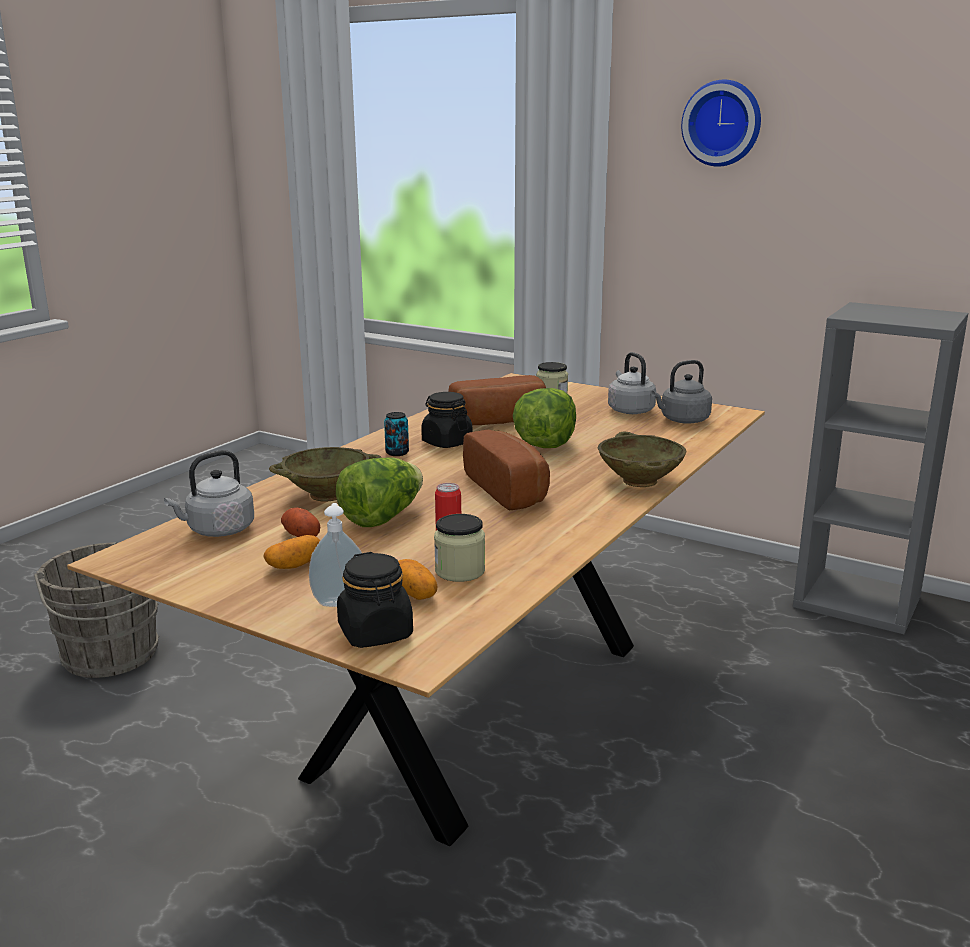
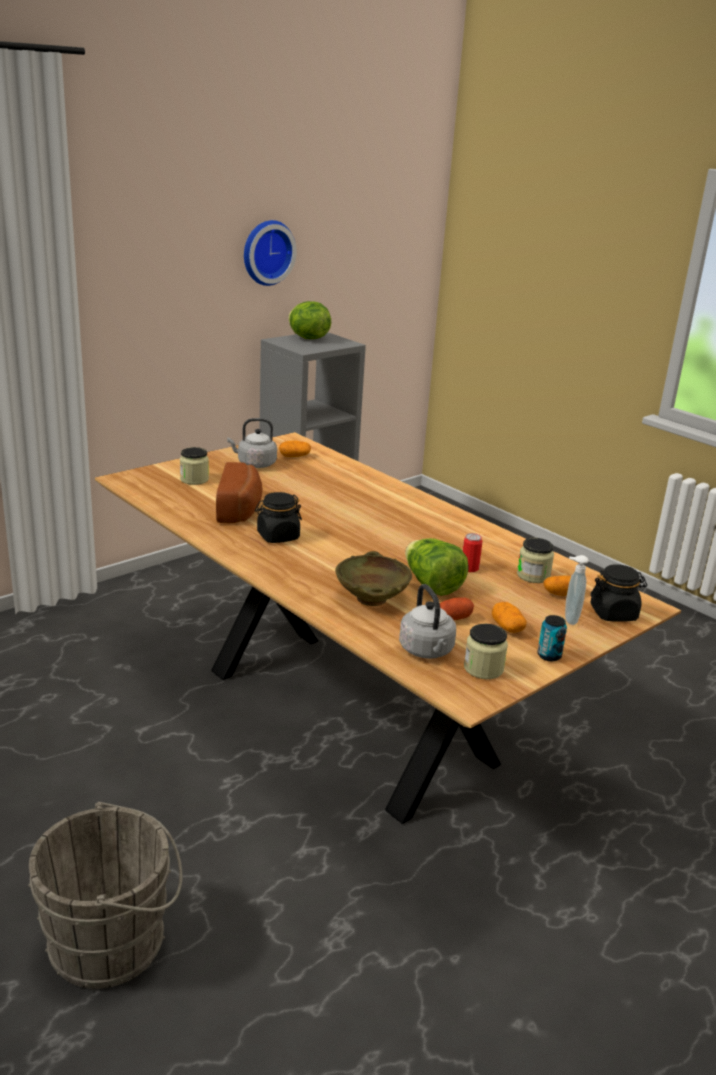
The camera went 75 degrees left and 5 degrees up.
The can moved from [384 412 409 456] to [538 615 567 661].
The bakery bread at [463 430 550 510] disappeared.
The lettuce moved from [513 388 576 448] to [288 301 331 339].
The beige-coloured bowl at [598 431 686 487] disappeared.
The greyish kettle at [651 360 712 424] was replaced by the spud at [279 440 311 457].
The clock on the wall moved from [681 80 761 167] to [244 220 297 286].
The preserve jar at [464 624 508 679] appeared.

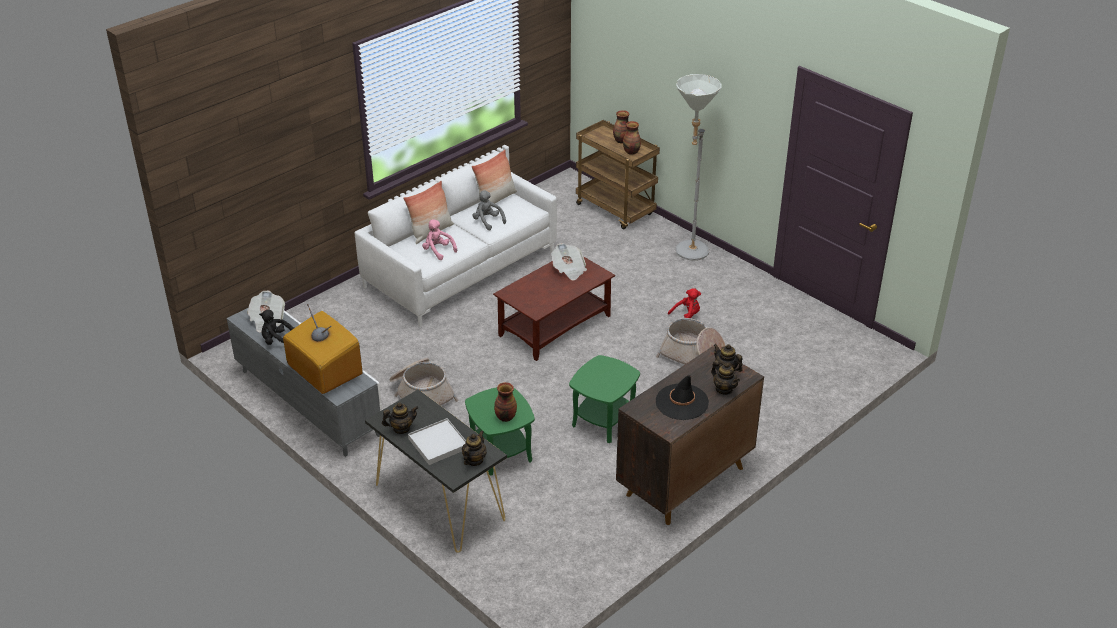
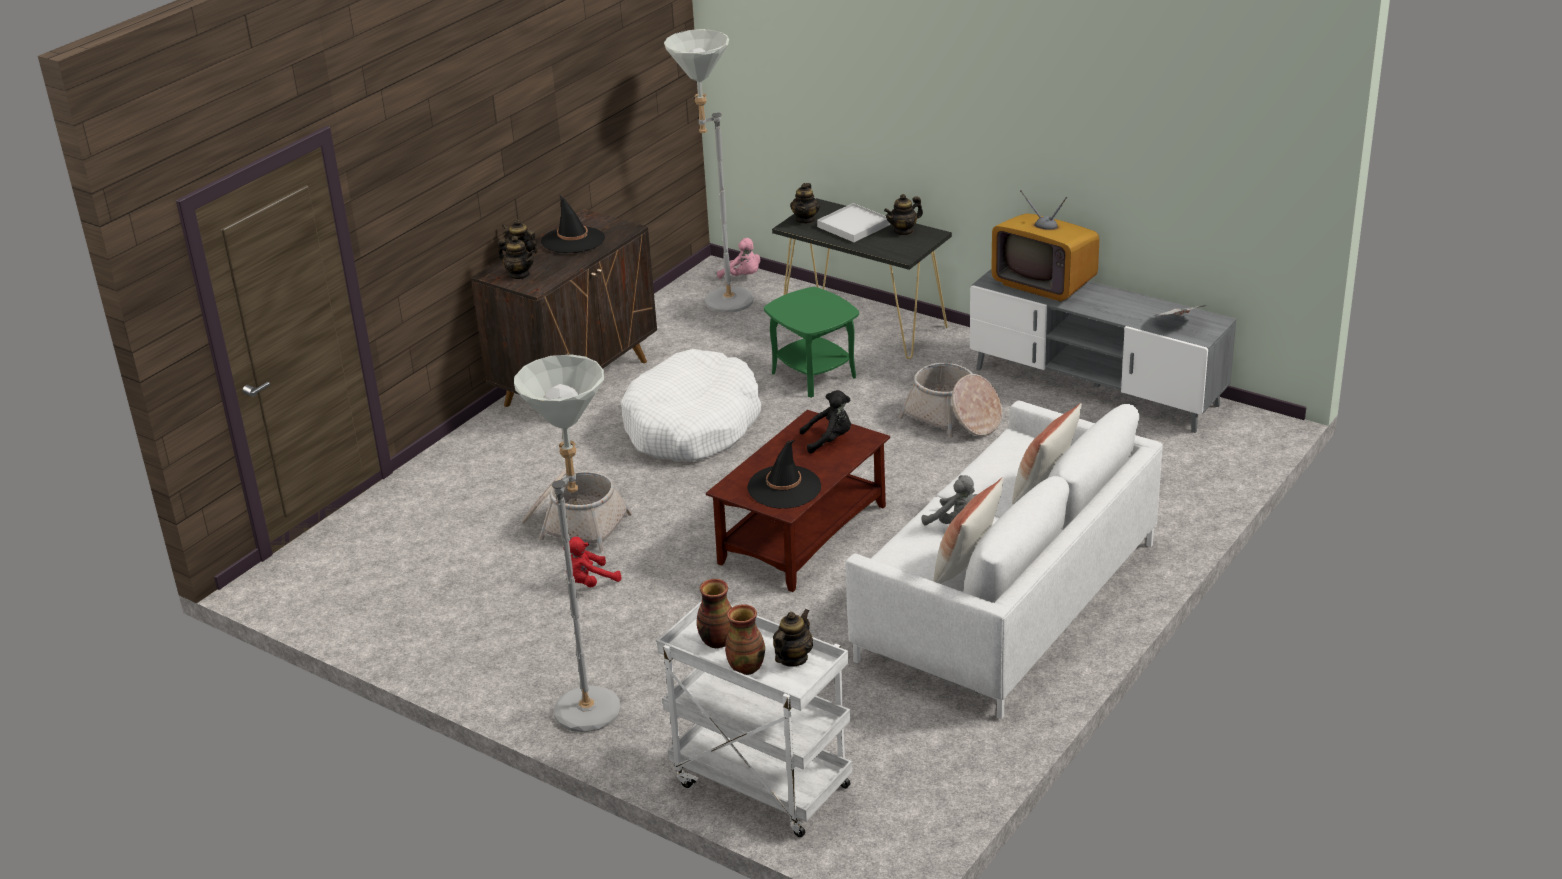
The camera went 170 degrees right and 5 degrees down.
The blackish cuddly toy moved from [259 310 294 345] to [800 390 851 453].
The pinkish cuddly toy moved from [422 219 457 260] to [717 238 760 279].
The vase at [494 382 517 422] disappeared.
The newspaper at [551 243 587 281] was replaced by the blackish wearable hat at [747 440 821 509].
The greenish side table at [569 355 640 443] was replaced by the white dog cushion at [621 349 761 461].
The brown wheeled cart at [576 120 660 229] became the white wheeled cart at [657 601 852 837].
The greyish standing lamp at [664 29 754 313] appeared.
The teapot at [773 609 813 667] appeared.

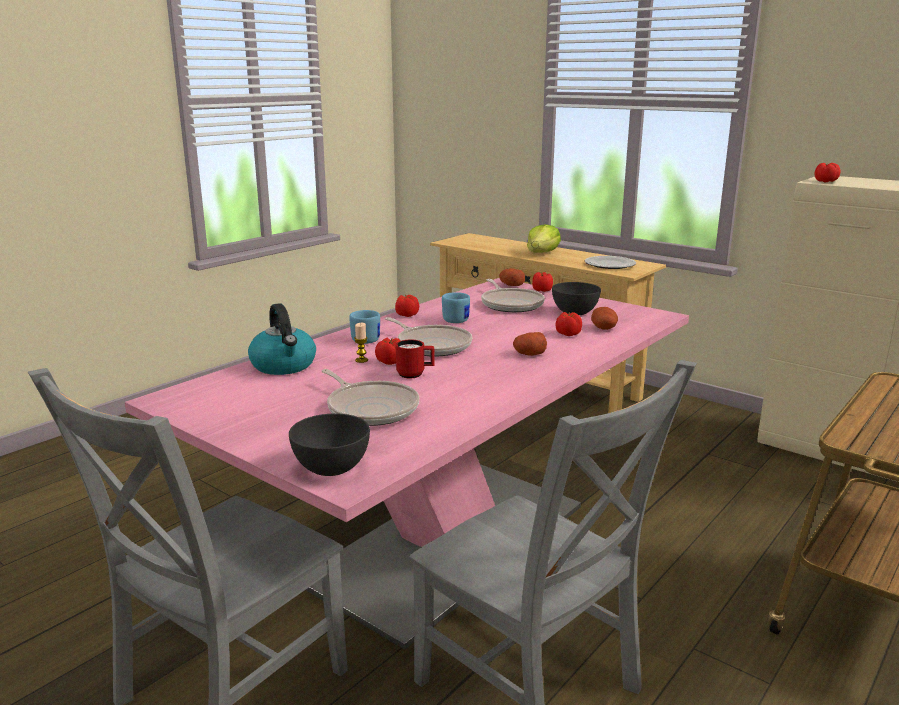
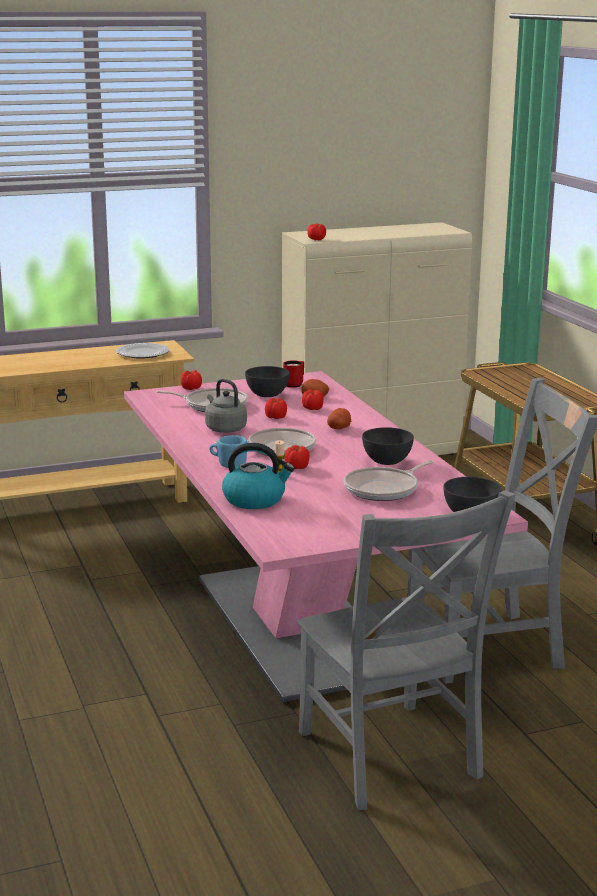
The camera went 60 degrees left and 0 degrees up.
The frying pan at [321 369 419 426] turned 150 degrees clockwise.
The tomato moved from [395 295 419 317] to [265 398 287 419].
The red mug moved from [396 340 434 379] to [283 360 304 388].
The blue mug at [442 292 470 323] was replaced by the greyish kettle at [205 379 247 433].
The spud at [499 268 525 286] disappeared.
The lettuce at [527 224 561 253] disappeared.
The greyish bowl at [362 427 414 465] appeared.

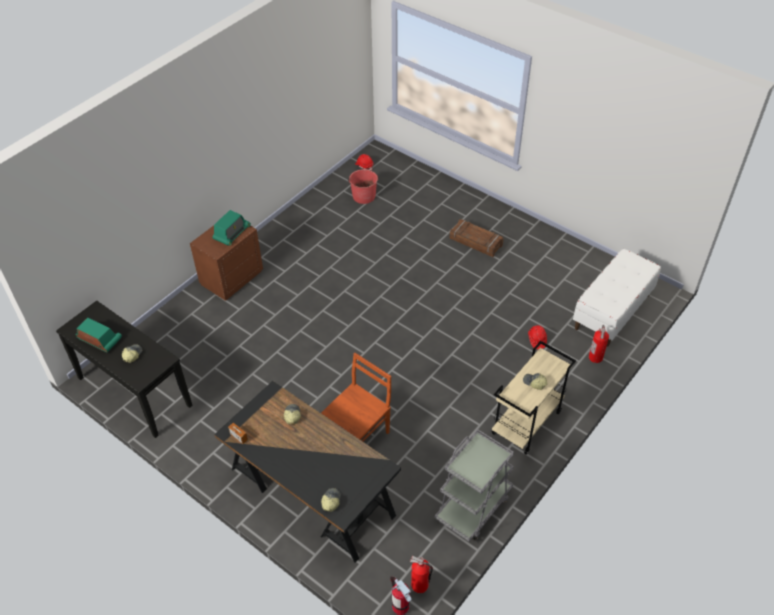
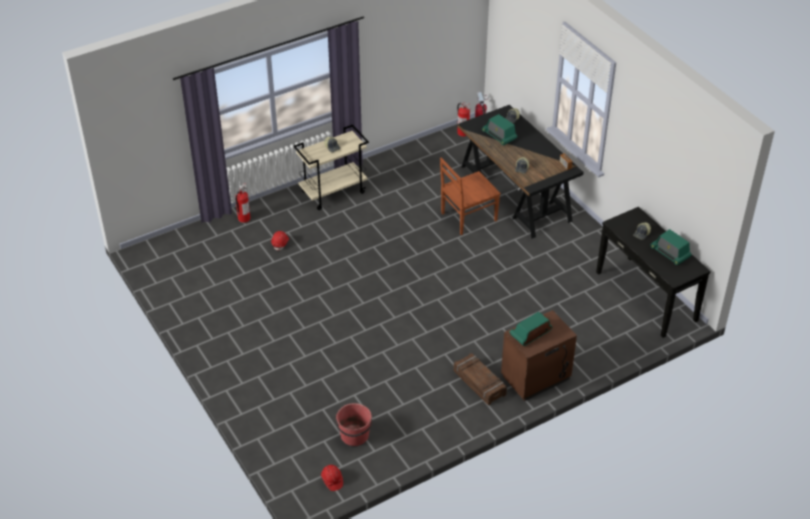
The camera went 160 degrees left and 5 degrees down.
The greyish wheeled cart at [435 429 514 542] disappeared.
The shipping crate moved from [449 219 504 257] to [453 353 507 405].
The white long seat at [573 248 661 347] disappeared.
The radio receiver at [482 114 517 145] appeared.

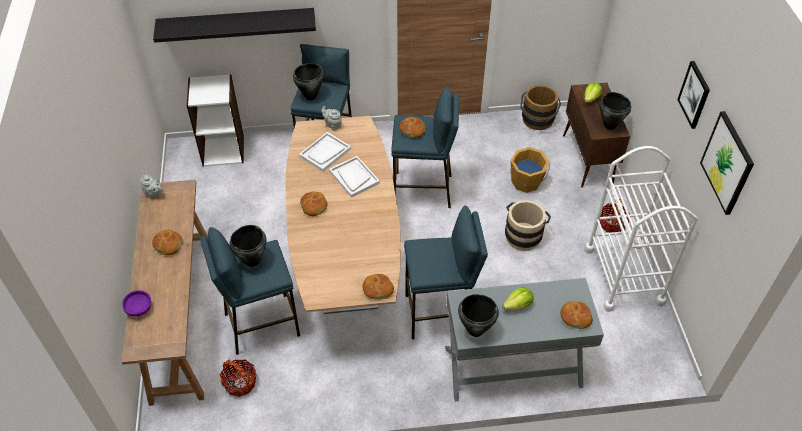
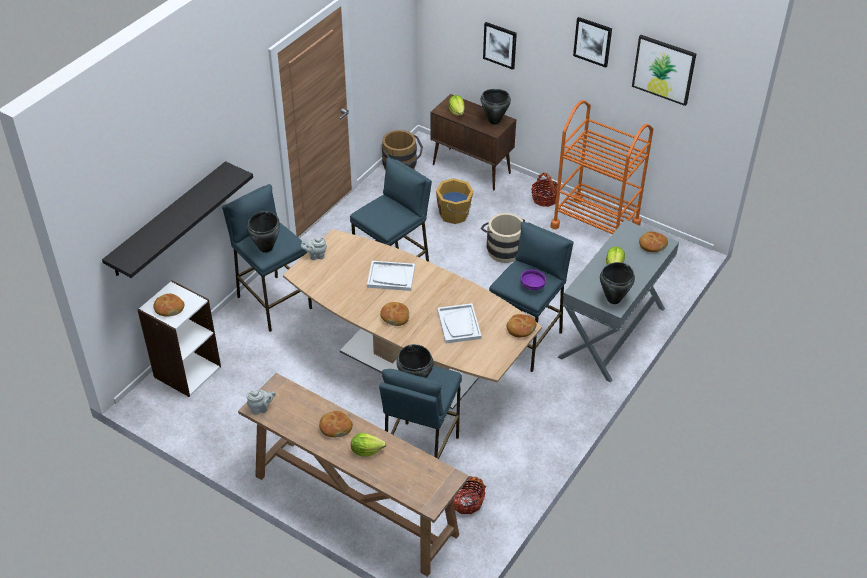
The camera went 50 degrees left and 5 degrees down.
The purplish bowl moved from [122 290 151 317] to [521 270 546 290].
The white carrying tray moved from [299 132 351 172] to [437 303 482 343].
The bakery bread moved from [400 117 425 138] to [153 294 185 317].
The white wheeled cart at [584 146 698 312] became the orangey wheeled cart at [550 100 653 234].
The lettuce at [351 433 386 457] appeared.
The wall art at [483 22 517 70] appeared.

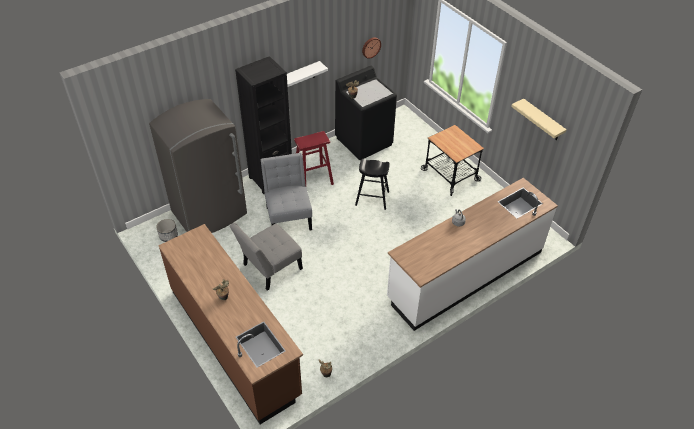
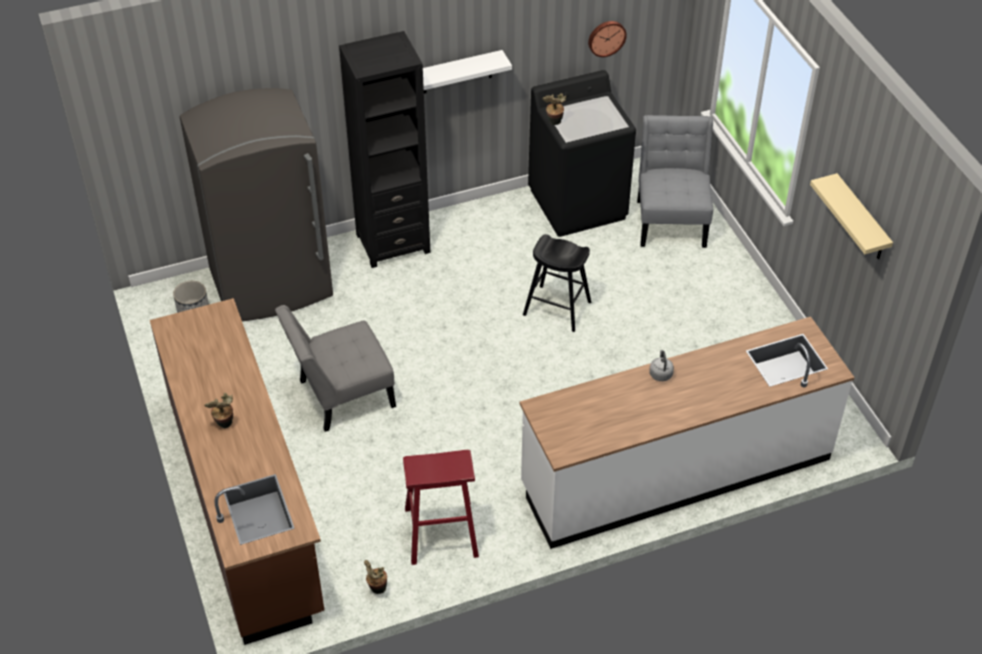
The camera went 15 degrees right and 0 degrees up.
The greyish plain chair moved from [261 153 312 231] to [637 115 713 248].
The red stool seat moved from [294 131 334 185] to [403 450 479 565].
The wheeled cart at [421 125 484 196] disappeared.

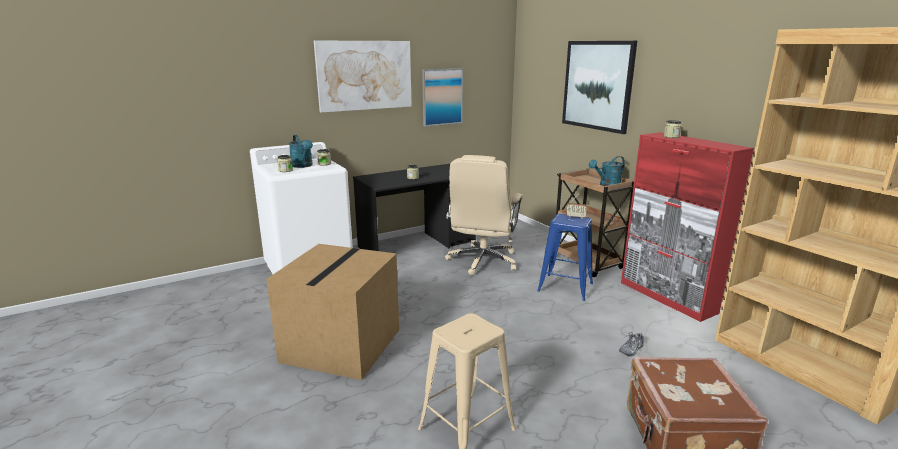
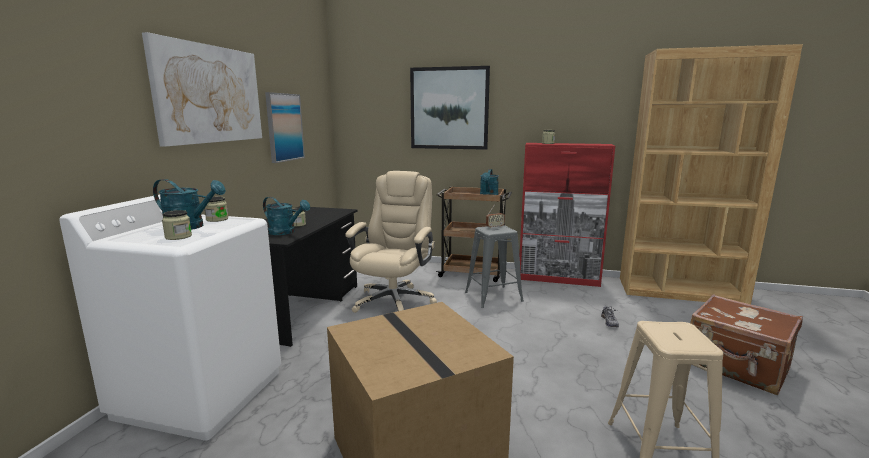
The camera went 45 degrees left and 5 degrees down.
The beige-coloured desk chair at [445 155 523 275] turned 135 degrees counterclockwise.
The blue stool seat at [537 214 593 301] became the greyish stool seat at [465 225 524 308].
The turquoise-coloured watering pot at [263 197 310 235] appeared.

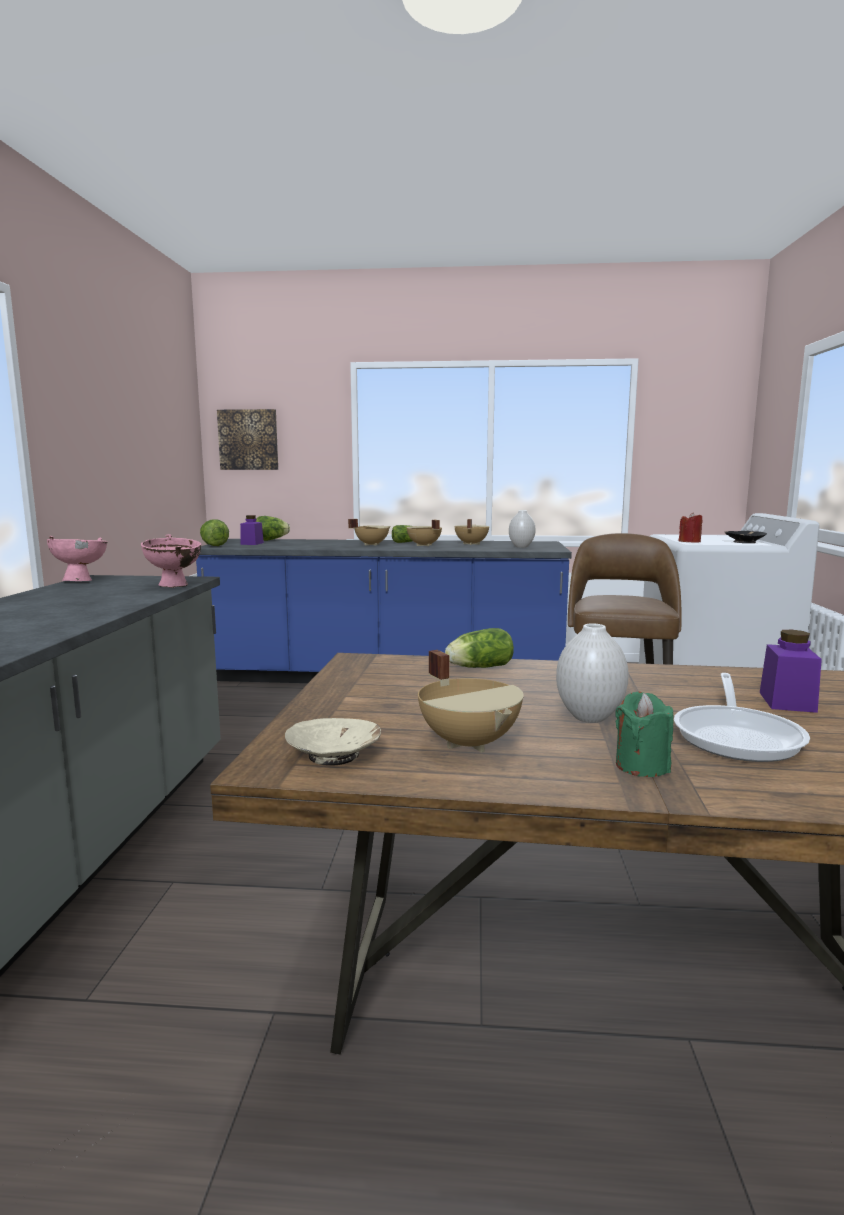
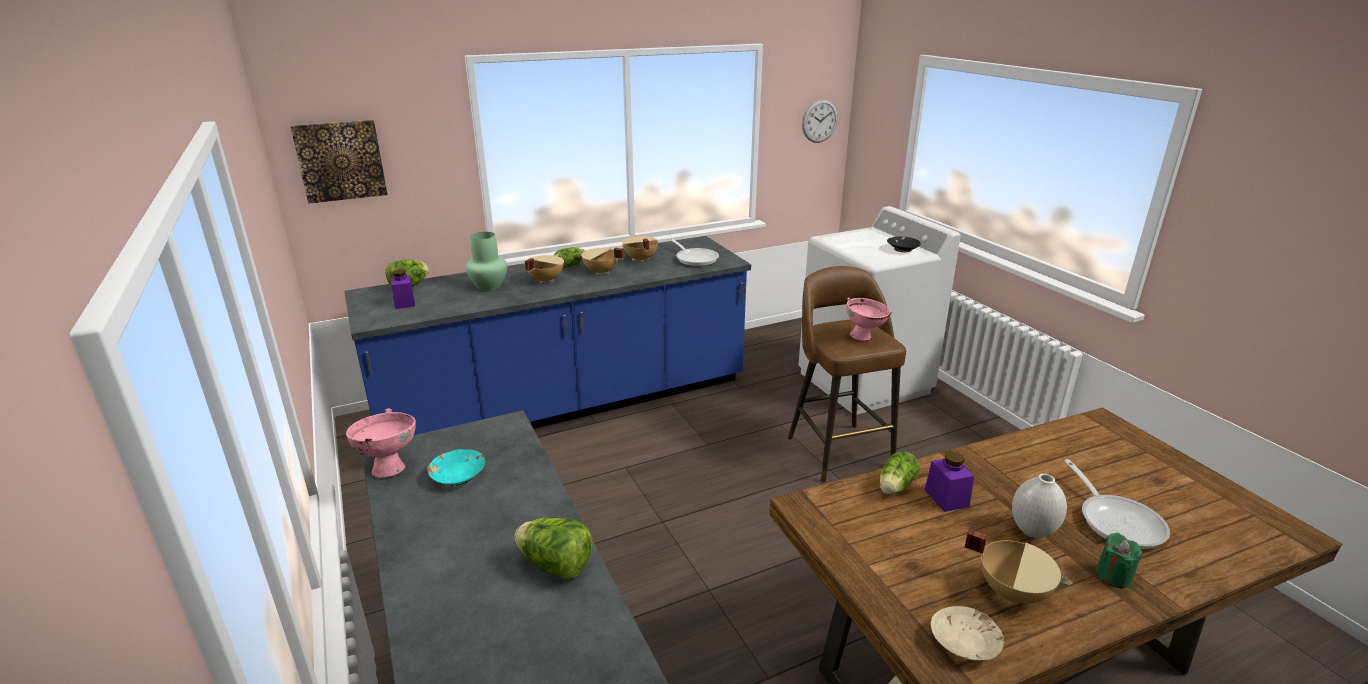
The camera went 30 degrees left and 15 degrees up.
The pinkish bowl moved from [141 534 201 588] to [847 297 892 341].
The lettuce moved from [200 520 229 546] to [514 517 592 580].
The white vase at [509 510 536 548] was replaced by the frying pan at [668 238 719 266].
The red wax light at [679 512 703 543] disappeared.
The purplish preserve jar moved from [760 630 822 713] to [925 452 974 512].
The turquoise-coloured bowl at [427 449 485 486] appeared.
The greenish vase at [466 232 507 291] appeared.
The clock on the wall at [802 99 838 143] appeared.

